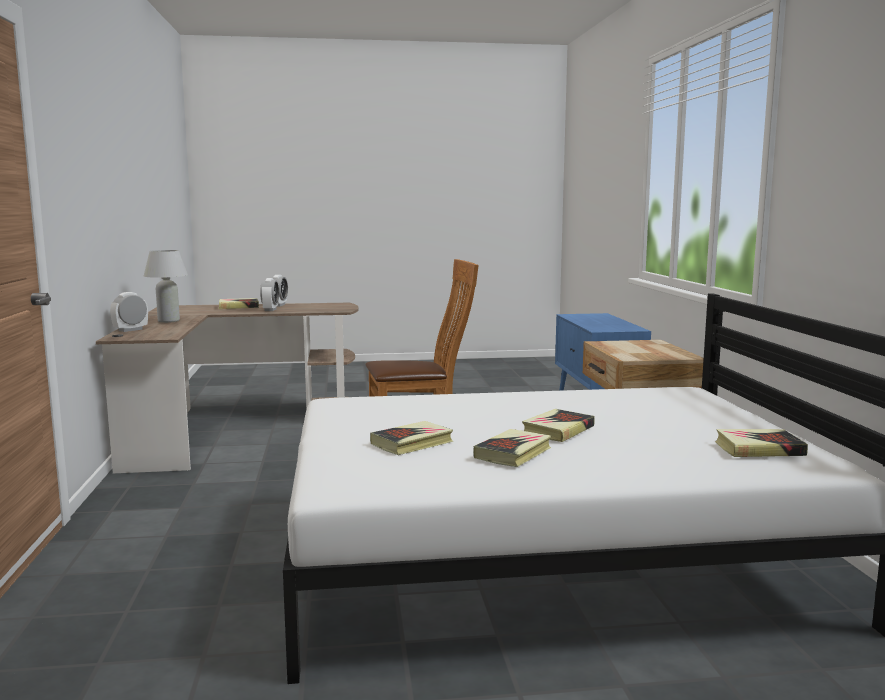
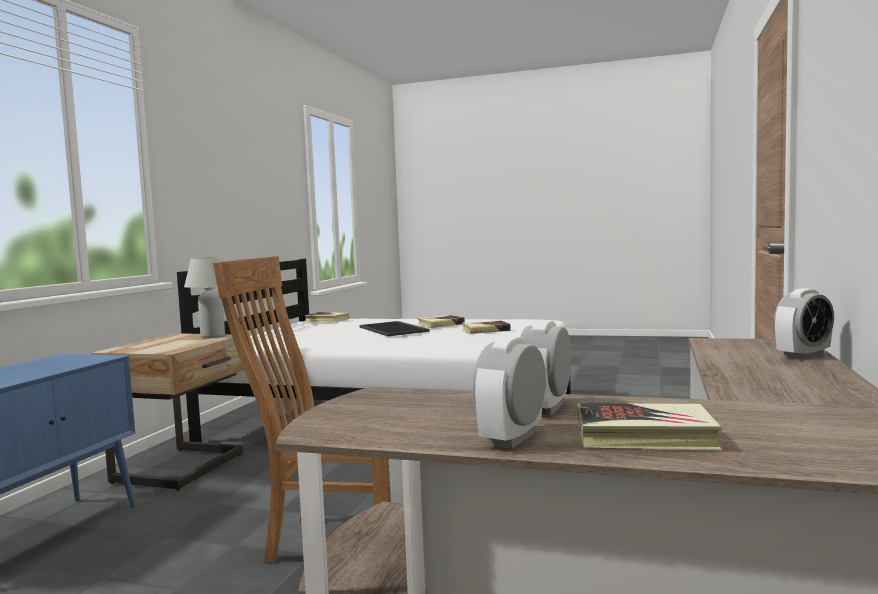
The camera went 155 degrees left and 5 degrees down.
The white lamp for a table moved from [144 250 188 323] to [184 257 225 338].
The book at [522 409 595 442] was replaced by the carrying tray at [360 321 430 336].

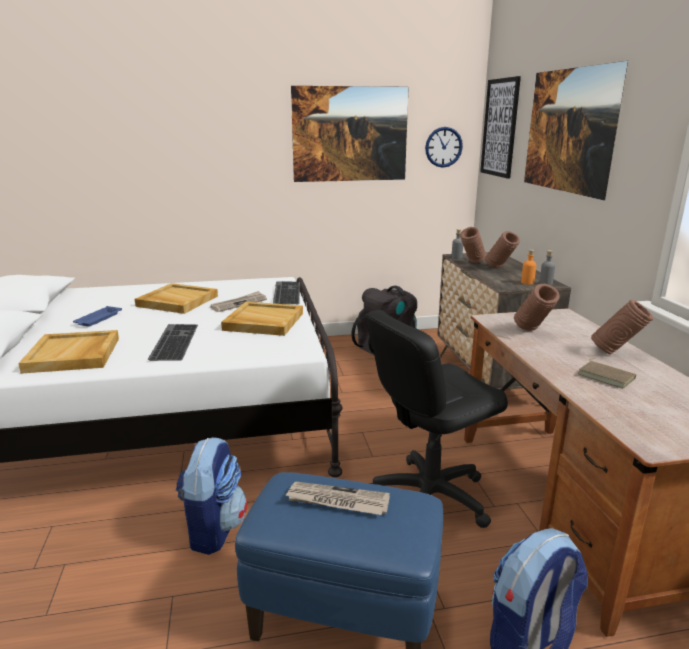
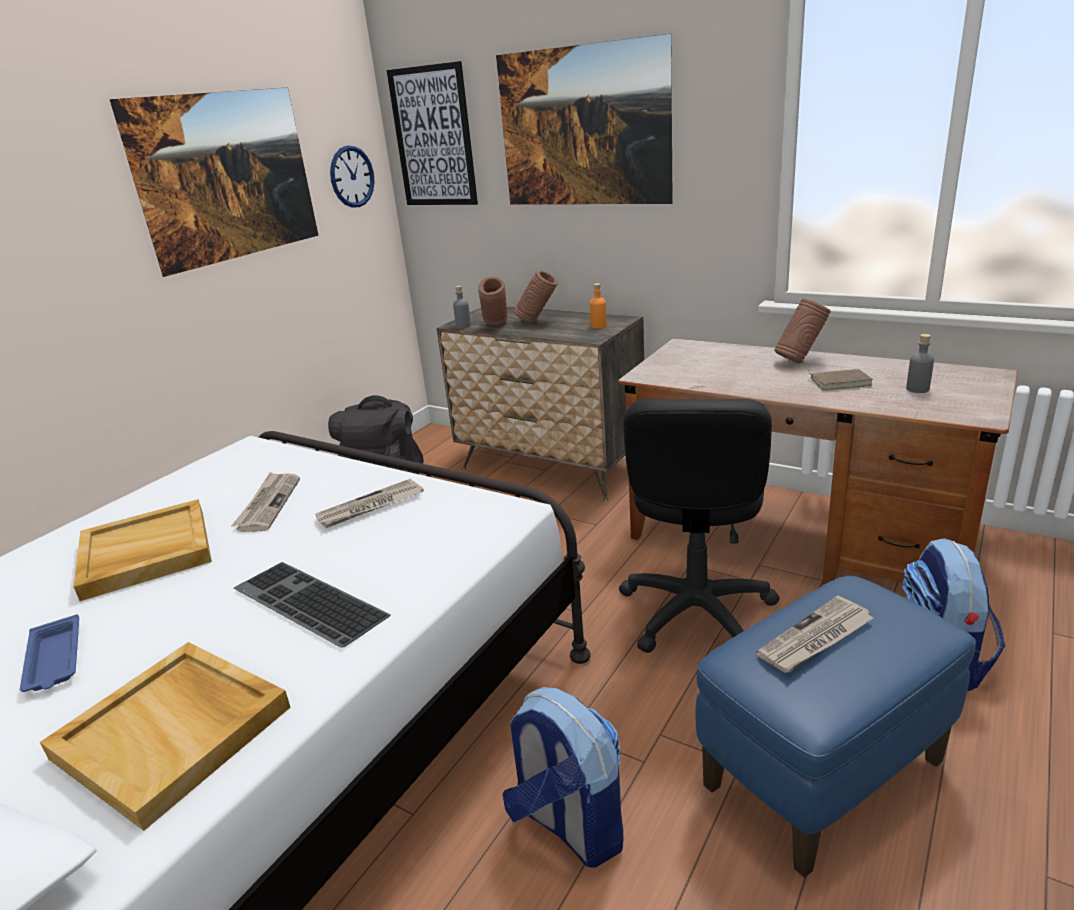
The camera went 45 degrees left and 5 degrees up.
The beige-coloured carrying tray at [221 302 303 336] was replaced by the newspaper at [315 479 424 528].
The PC keyboard at [273 281 300 304] disappeared.
The brown vase at [514 284 560 331] disappeared.
The greyish drink bottle moved from [539 250 555 285] to [906 334 934 393].

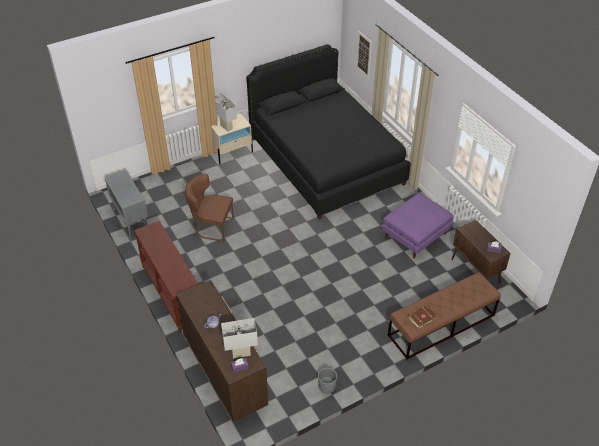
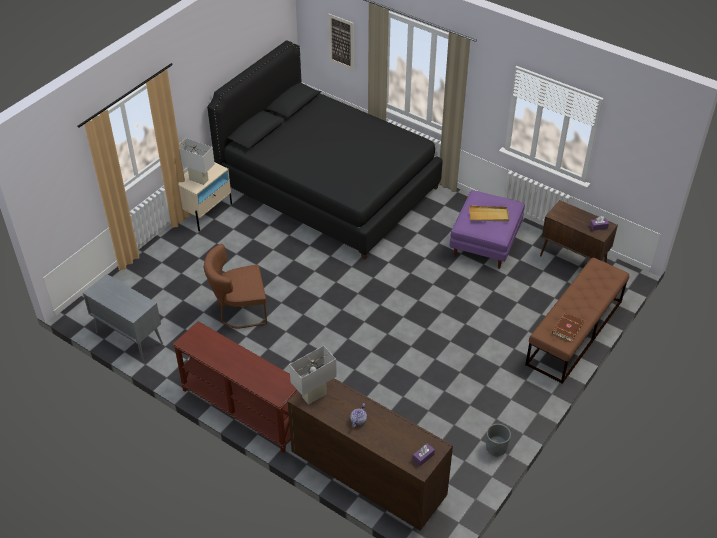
The camera went 25 degrees left and 0 degrees up.
The white lamp for a table moved from [221 318 258 359] to [289 346 337 404].
The beige-coloured carrying tray at [469 206 509 222] appeared.

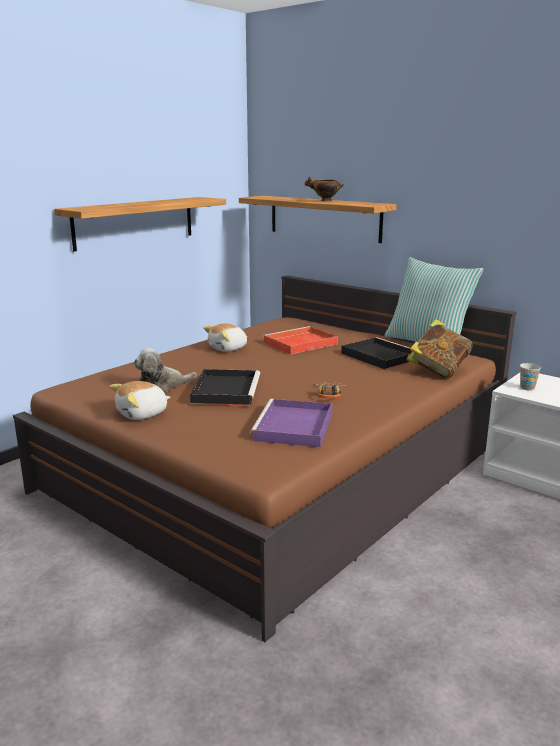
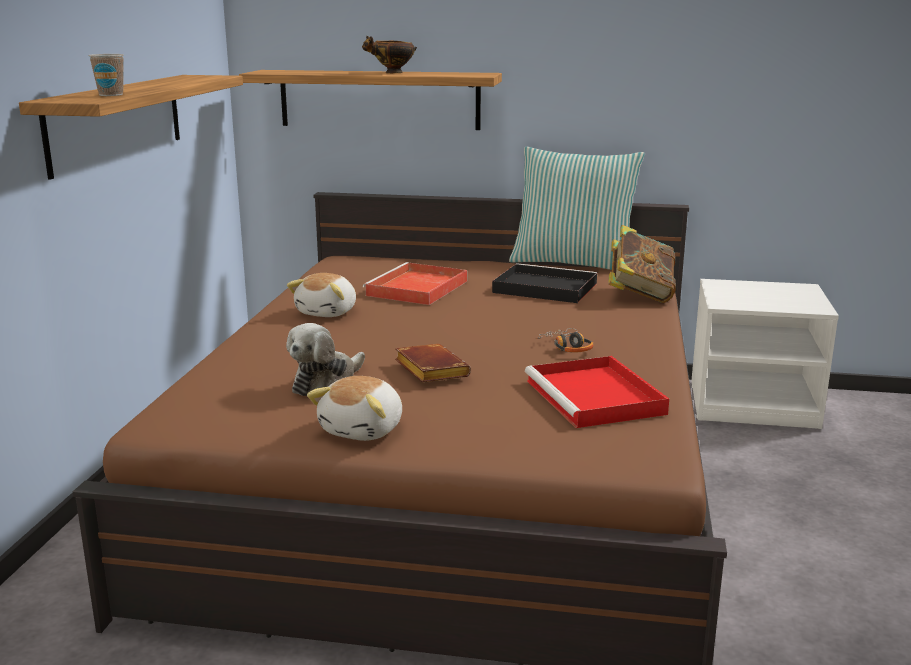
The camera went 30 degrees left and 0 degrees up.
The blackish carrying tray at [190 369 260 406] was replaced by the brown book at [395 344 471 382].
The purplish carrying tray at [250 399 332 447] became the red carrying tray at [525 356 669 428].
The drinking cup moved from [520 363 541 390] to [88 54 124 96].

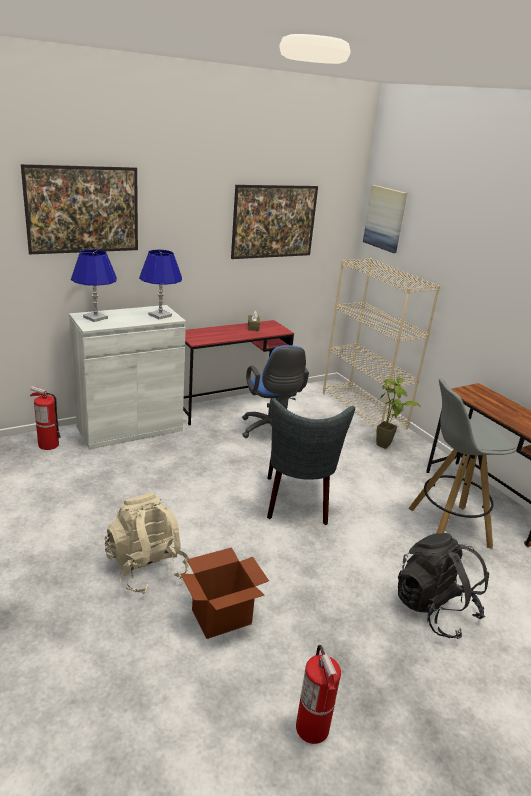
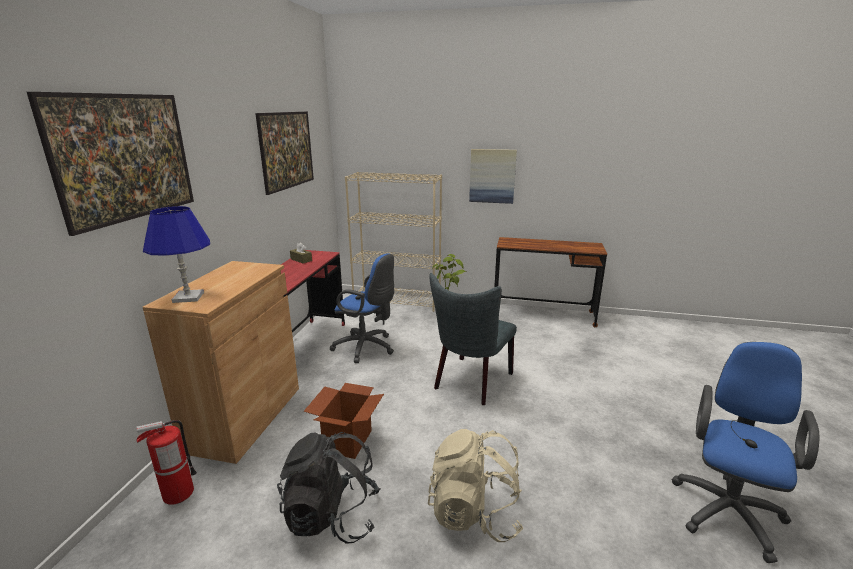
The camera went 45 degrees left and 5 degrees down.
The white cupboard at [69 305 186 449] became the brown cupboard at [143 261 299 464].
The blue lamp for a table at [139 250 182 319] disappeared.
The packing box moved from [181 547 269 639] to [304 383 384 459].
The greyish plain chair at [267 398 355 525] turned 75 degrees clockwise.
The fire-fighting cylinder at [296 645 341 744] was replaced by the blue desk chair at [672 342 820 563].
The wall art moved from [363 185 407 253] to [469 149 517 204].
The blackish knapsack moved from [398 533 489 639] to [277 432 381 544].
The greyish stool seat at [409 378 516 549] disappeared.

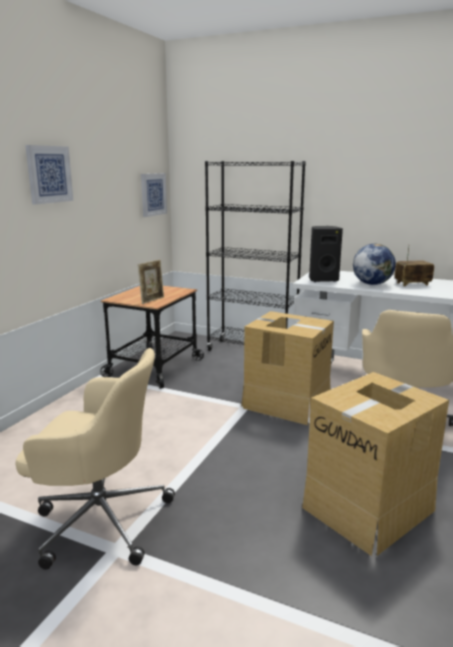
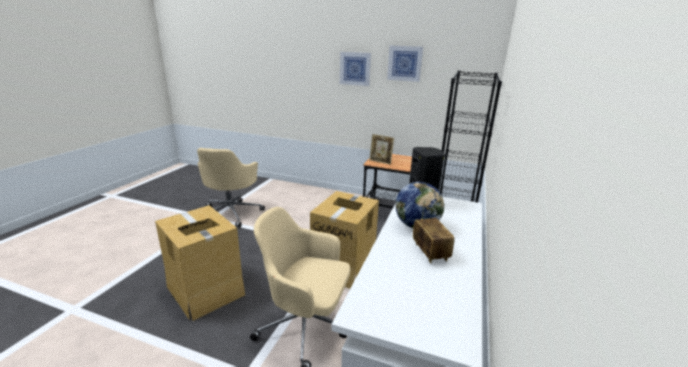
The camera went 85 degrees right and 5 degrees up.
The wall art moved from [141 173 167 217] to [387 46 423 82].

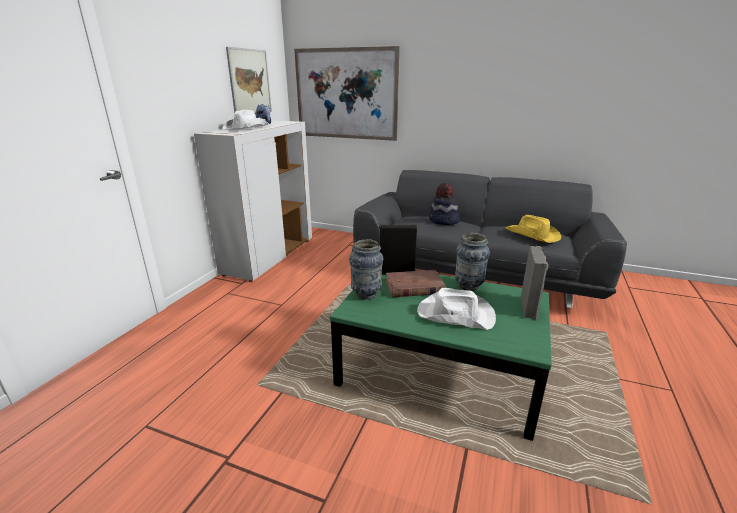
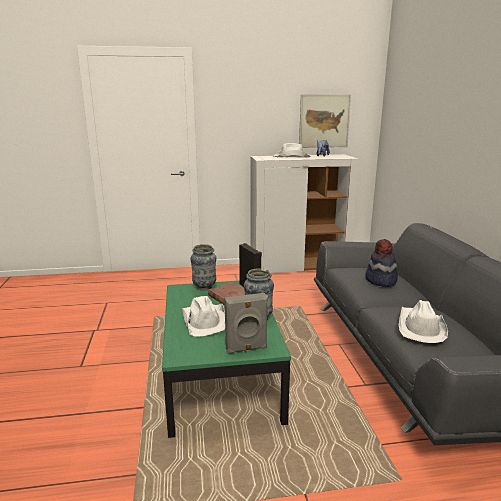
The camera went 60 degrees right and 5 degrees down.
The wall art at [294 46 400 141] disappeared.
The yellowish wearable hat at [505 215 561 243] became the white wearable hat at [399 300 448 343].

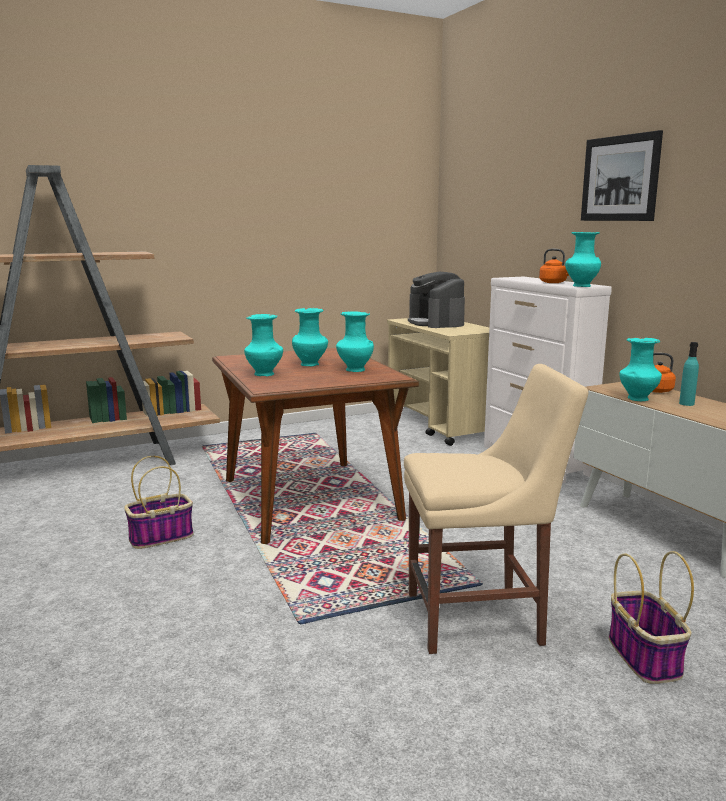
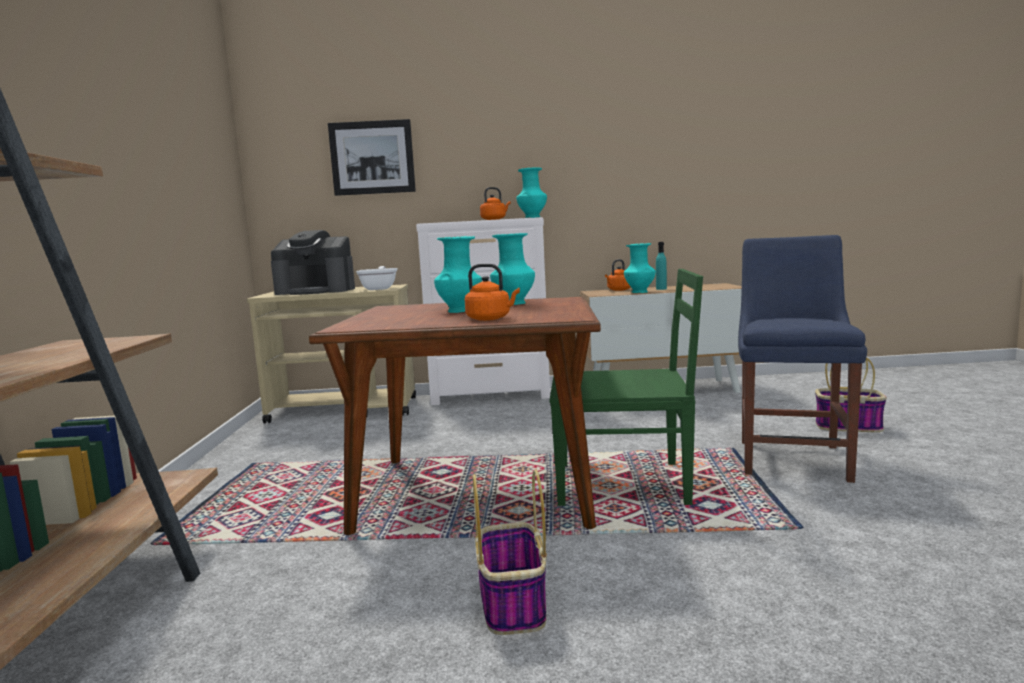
The camera went 65 degrees left and 5 degrees down.
The turquoise-coloured vase at [244 314 283 376] was replaced by the orangey kettle at [465 264 520 321].
The beige-coloured plain chair at [404 364 588 654] became the blue plain chair at [738 235 867 483].
The wall art moved from [581 130 663 221] to [328 119 416 196].
The frying pan at [356 266 398 290] appeared.
The greenish plain chair at [550 269 703 506] appeared.

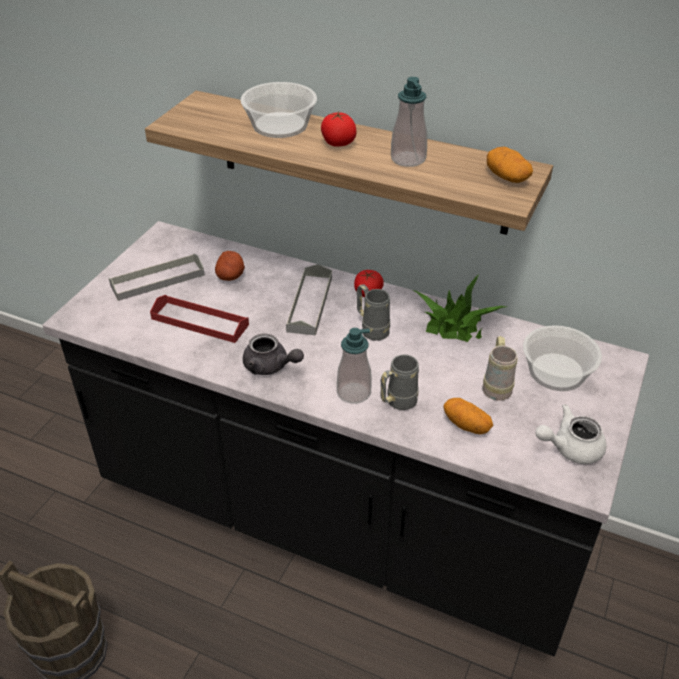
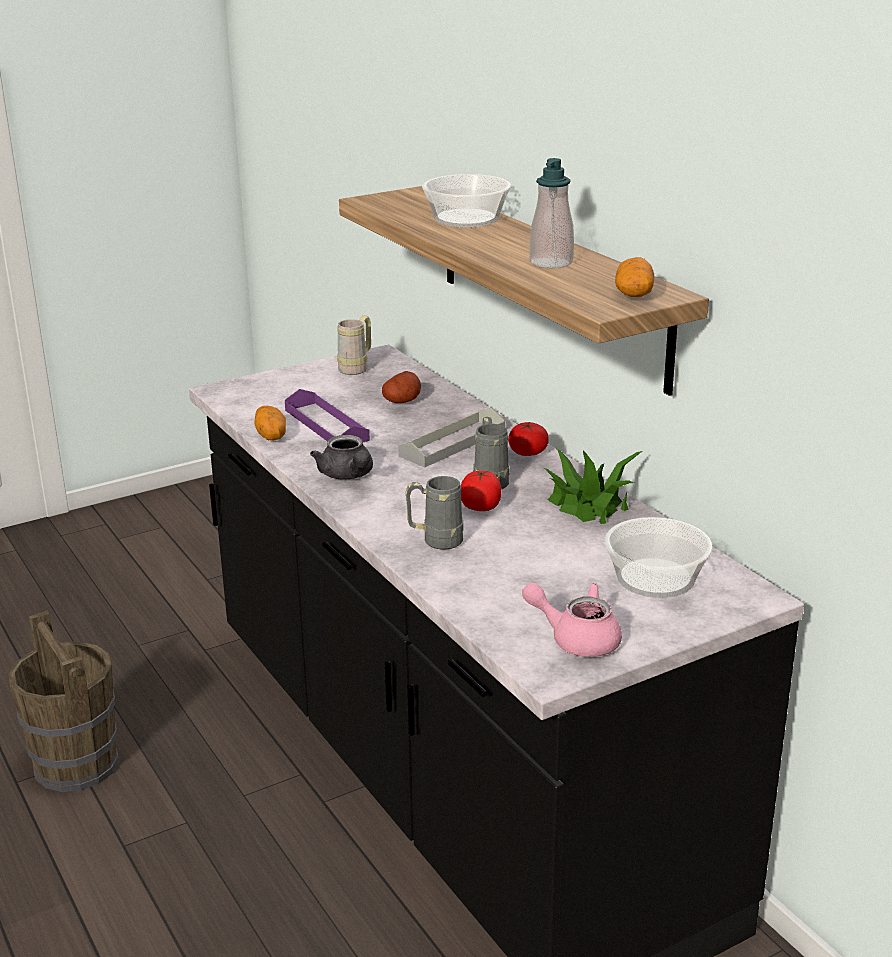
The camera went 35 degrees right and 15 degrees down.
The greyish carrying tray at [109 254 205 301] disappeared.
The red carrying tray at [150 295 249 343] became the purplish carrying tray at [285 389 370 442].
The tomato moved from [321 112 356 146] to [461 470 502 511].
The liquid soap bottle at [337 328 372 404] disappeared.
The spud moved from [444 398 493 435] to [254 406 286 440].
The beige-coloured mug moved from [482 336 518 401] to [337 315 371 375].
The white teapot at [535 404 607 464] became the pinkish teapot at [522 583 622 657].

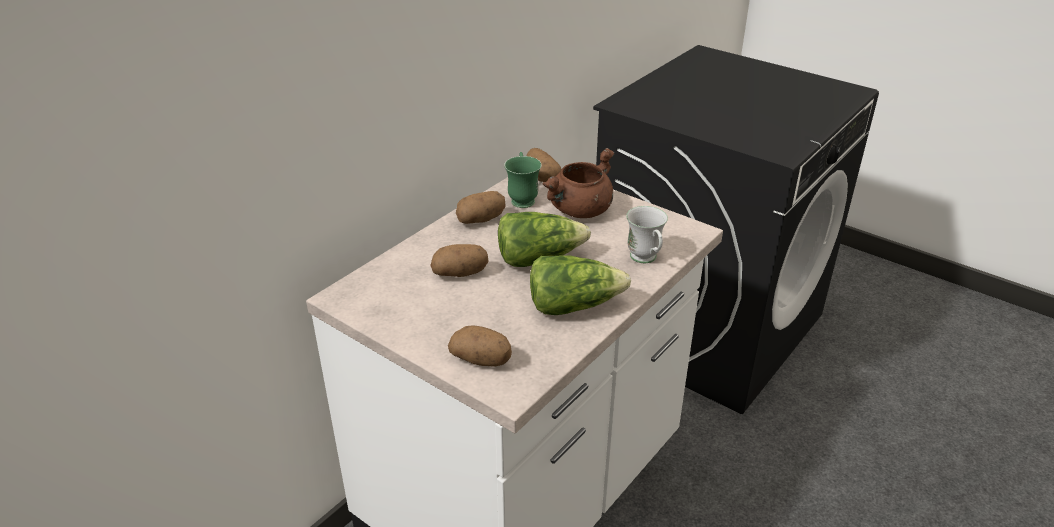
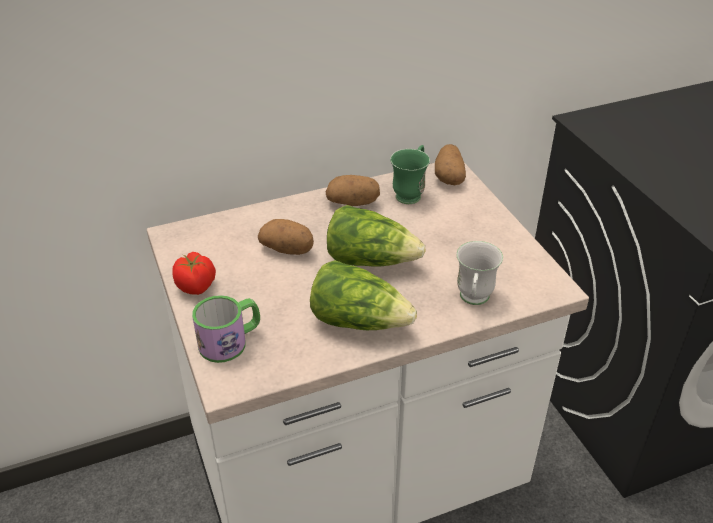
The camera went 30 degrees right and 5 degrees up.
The spud at [448 325 512 367] was replaced by the mug at [192 295 260 363].
The brown saucepot at [542 148 614 218] disappeared.
The tomato at [172 252 216 295] appeared.

